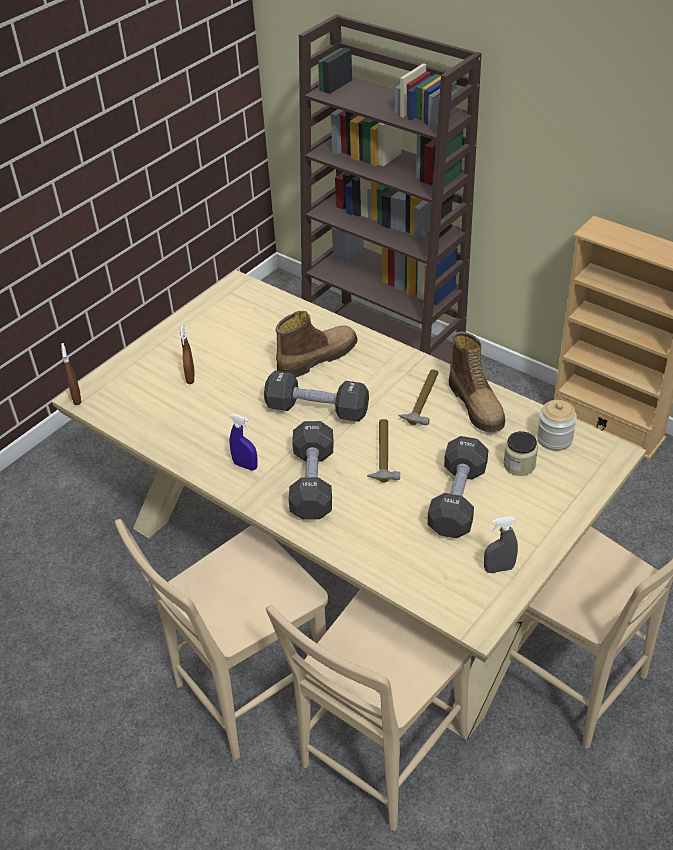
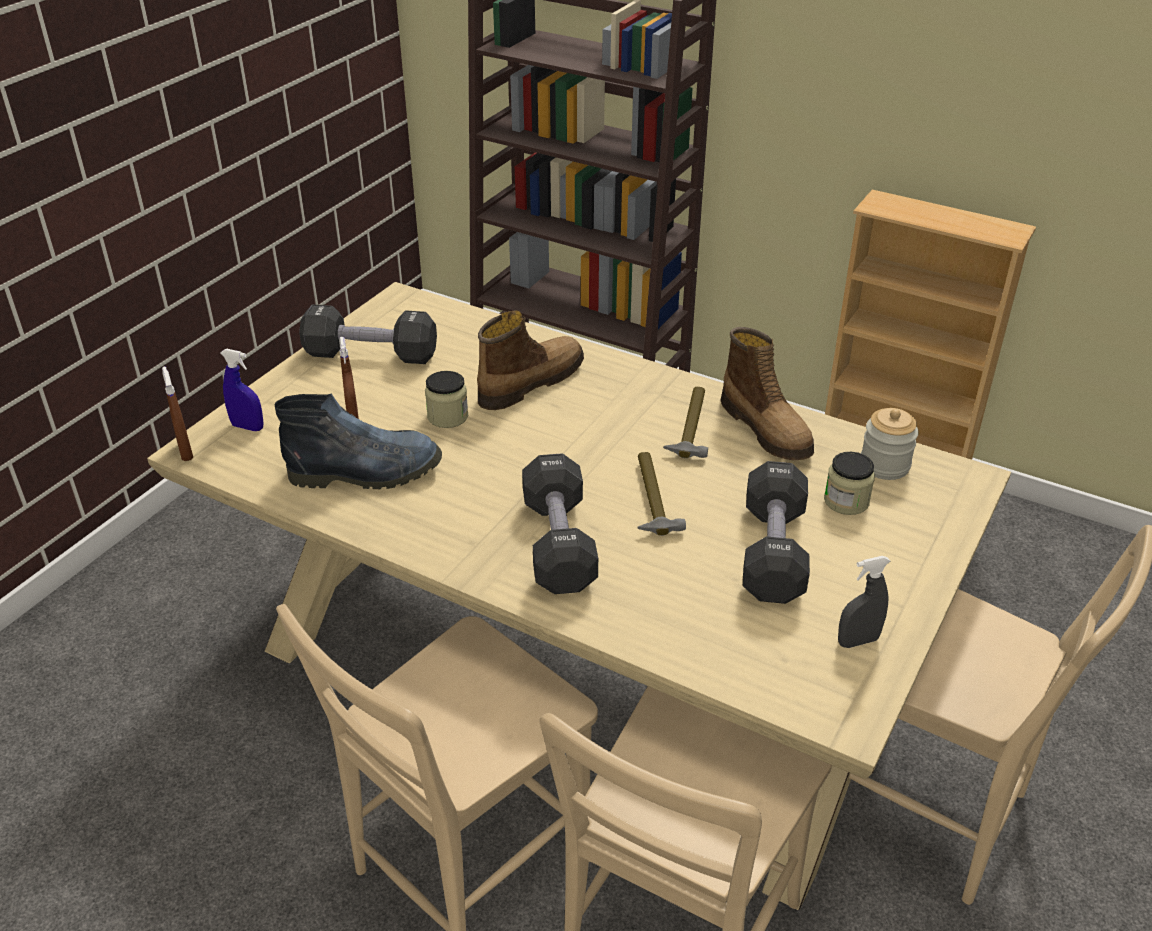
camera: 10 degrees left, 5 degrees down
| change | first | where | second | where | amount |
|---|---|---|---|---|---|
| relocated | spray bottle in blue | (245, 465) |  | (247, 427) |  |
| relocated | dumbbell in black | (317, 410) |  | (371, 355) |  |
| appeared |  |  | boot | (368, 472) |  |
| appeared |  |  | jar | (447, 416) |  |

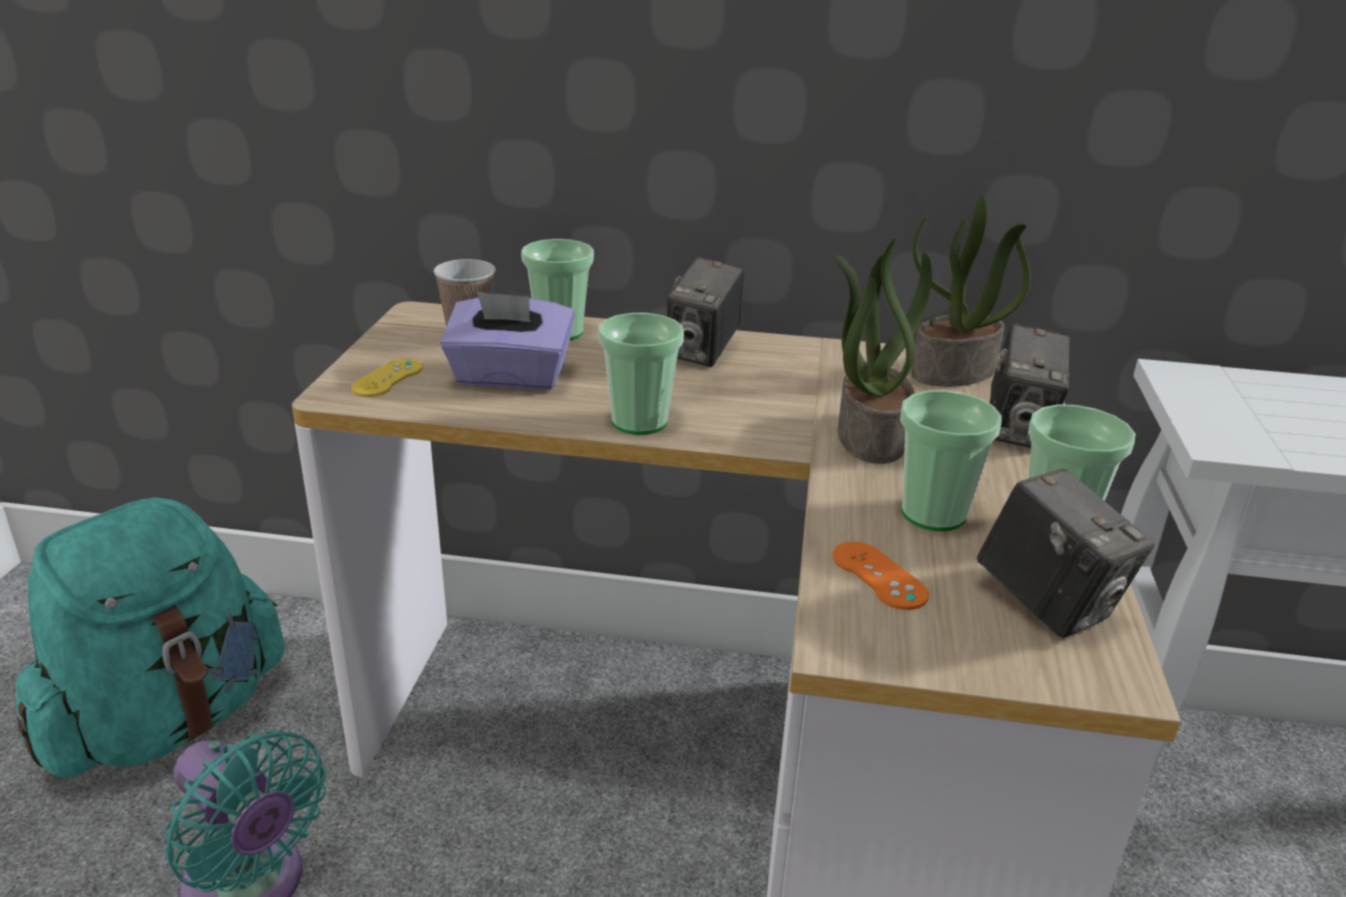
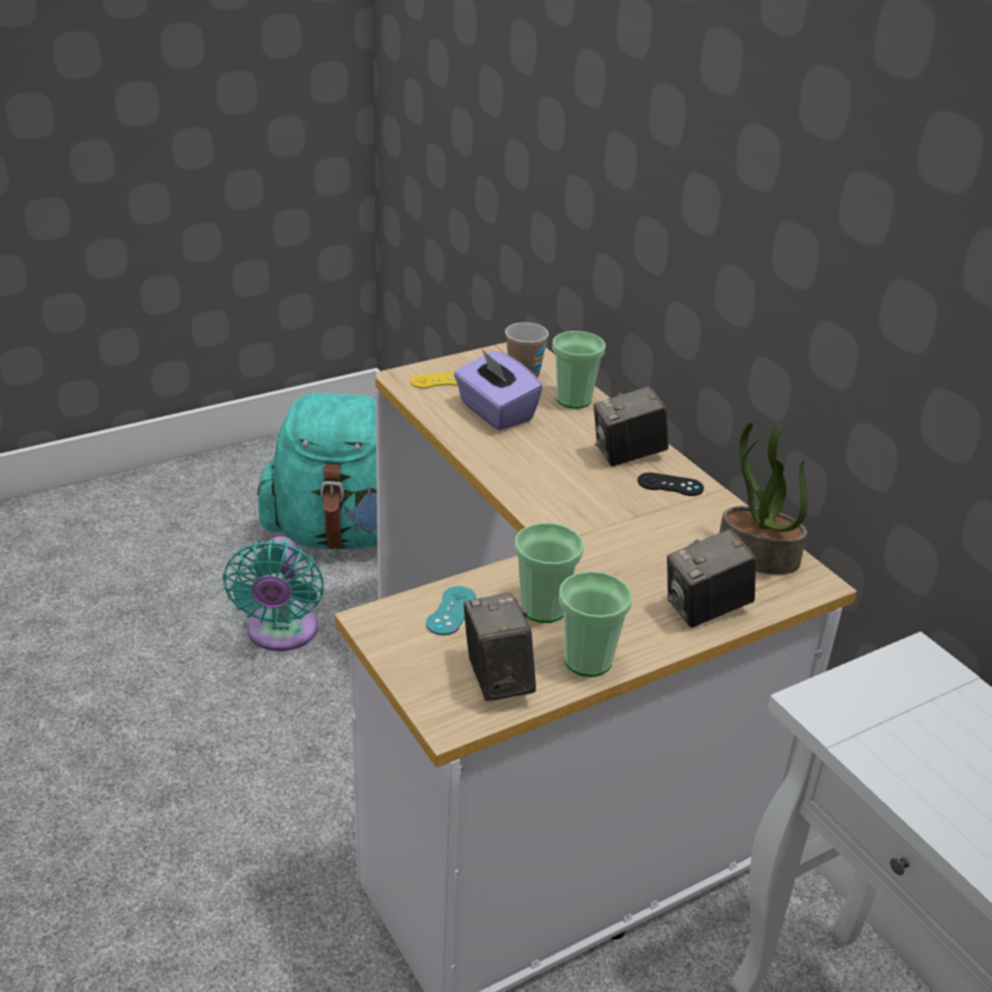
camera: 50 degrees right, 5 degrees up
| change | first | where | second | where | amount |
|---|---|---|---|---|---|
| missing | cup | (639, 422) |  |  |  |
| colour | game controller in orange | (879, 576) | game controller in turquoise | (451, 611) |  |
| missing | potted plant | (870, 436) |  |  |  |
| spun | photo camera | (1048, 604) |  | (497, 679) | 150 degrees clockwise |
| appeared |  |  | game controller in black | (670, 485) |  |

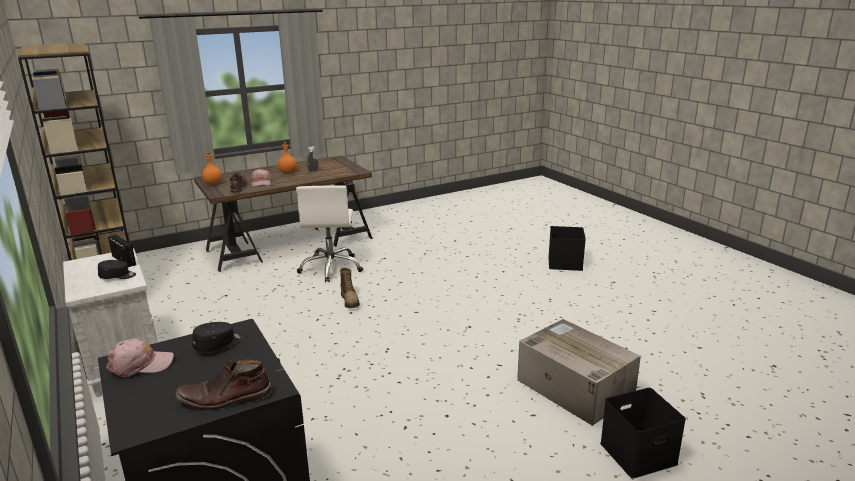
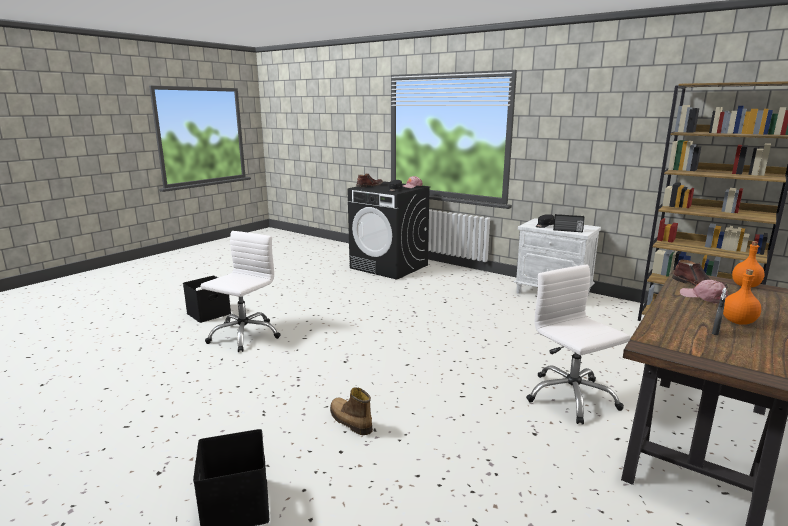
camera: 155 degrees right, 5 degrees down
| change | first | where | second | where | amount |
|---|---|---|---|---|---|
| relocated | boot | (350, 301) |  | (349, 421) |  |
| exchanged | cardboard box | (573, 387) | office chair in white | (244, 335) |  |

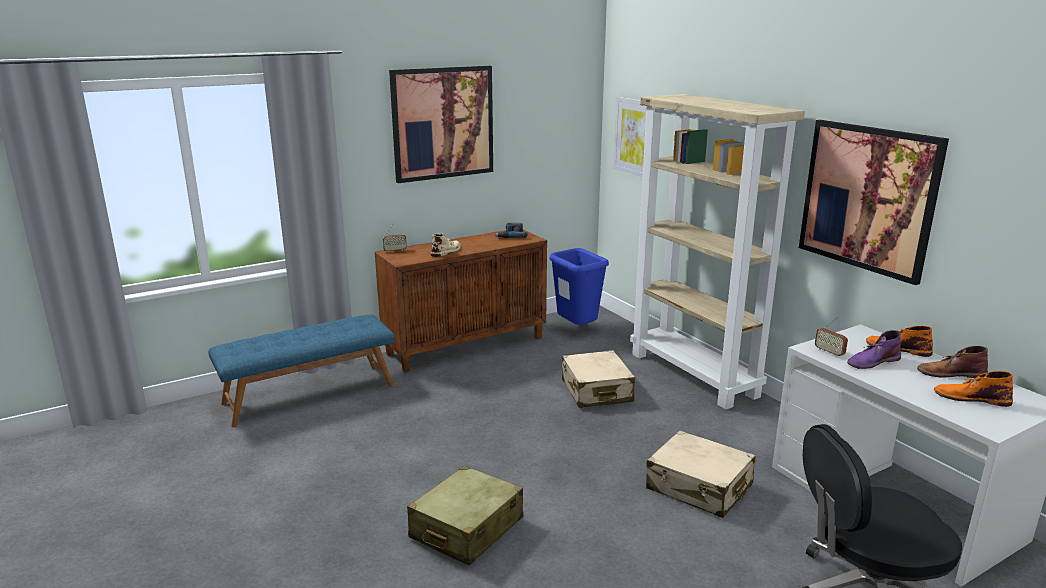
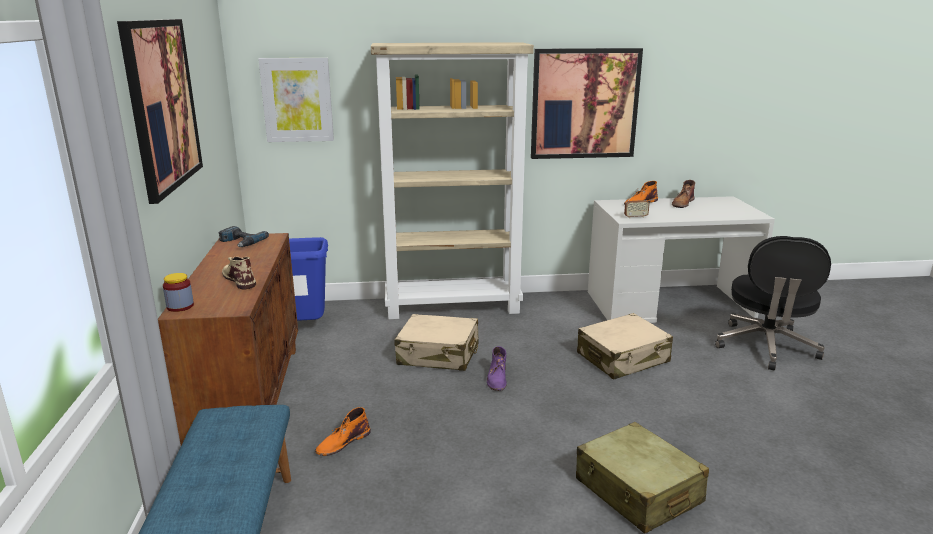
camera: 65 degrees left, 0 degrees up
| change | first | where | second | where | amount |
|---|---|---|---|---|---|
| exchanged | radio | (395, 250) | jar | (180, 306) |  |
| relocated | boot in purple | (872, 361) |  | (497, 378) |  |
| relocated | boot in orange | (970, 398) |  | (342, 442) |  |

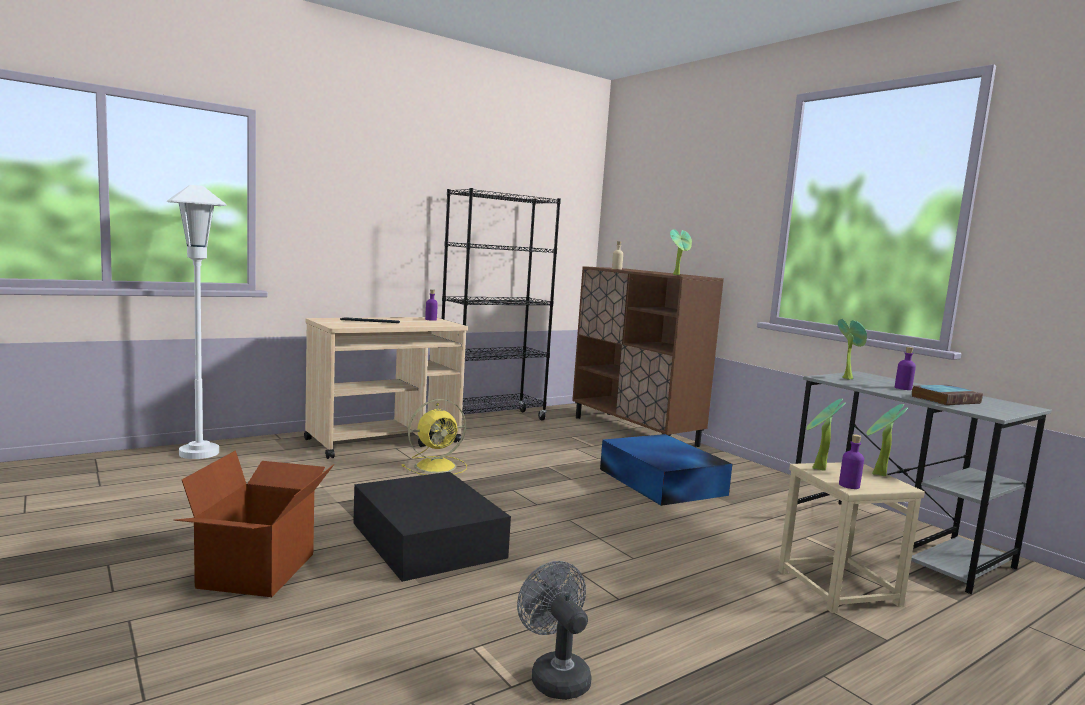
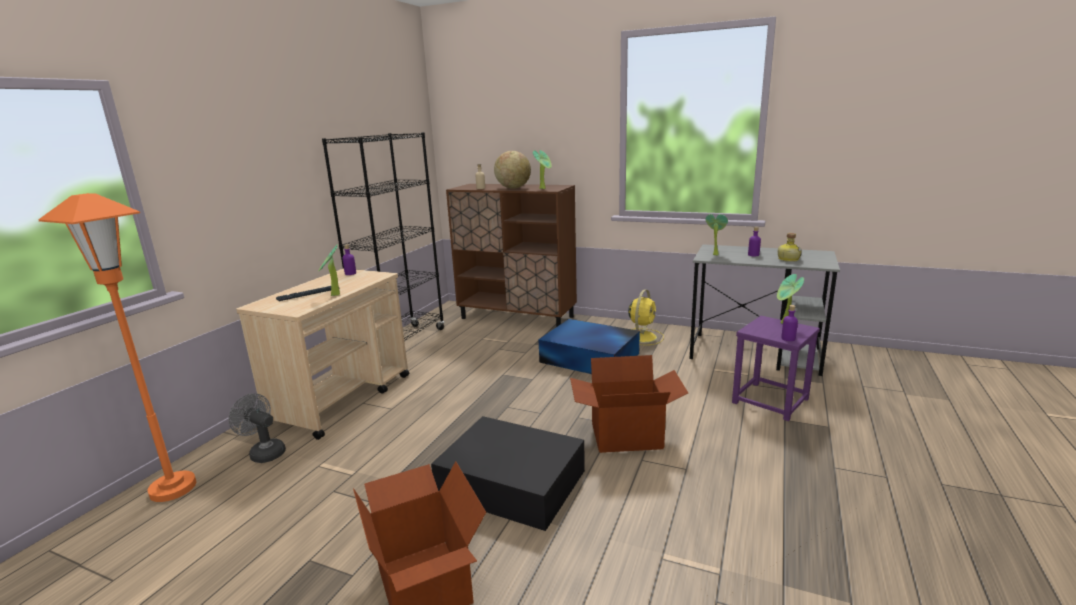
camera: 30 degrees left, 10 degrees up
| change | first | where | second | where | amount |
|---|---|---|---|---|---|
| colour | floor lamp in white | (199, 453) | floor lamp in orange | (173, 488) |  |
| relocated | fan in yellow | (437, 466) |  | (642, 336) |  |
| relocated | fan in grey | (555, 675) |  | (264, 452) |  |
| colour | stool in beige | (837, 587) | stool in purple | (769, 401) |  |
| relocated | potted plant | (817, 469) |  | (334, 295) |  |
| exchanged | book | (945, 399) | bottle | (788, 259) |  |
| appeared |  |  | globe | (513, 188) |  |
| appeared |  |  | cardboard box | (626, 437) |  |

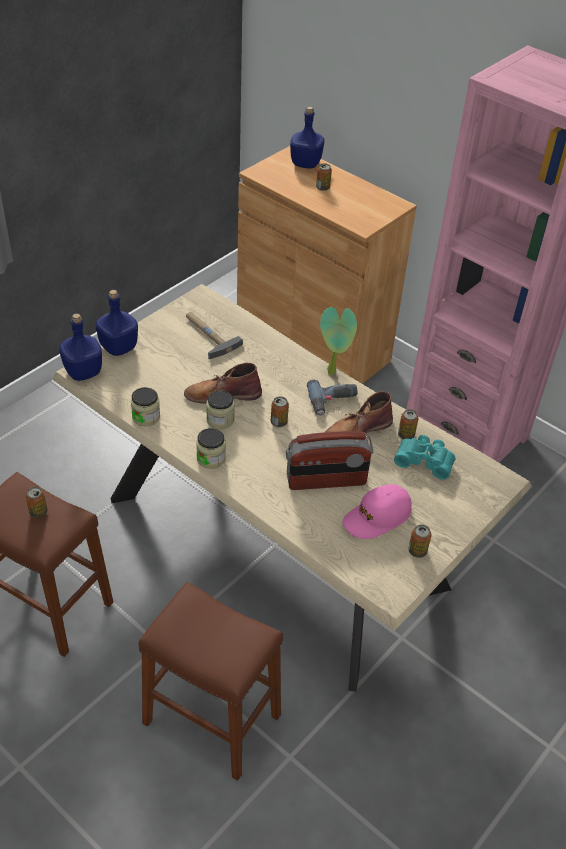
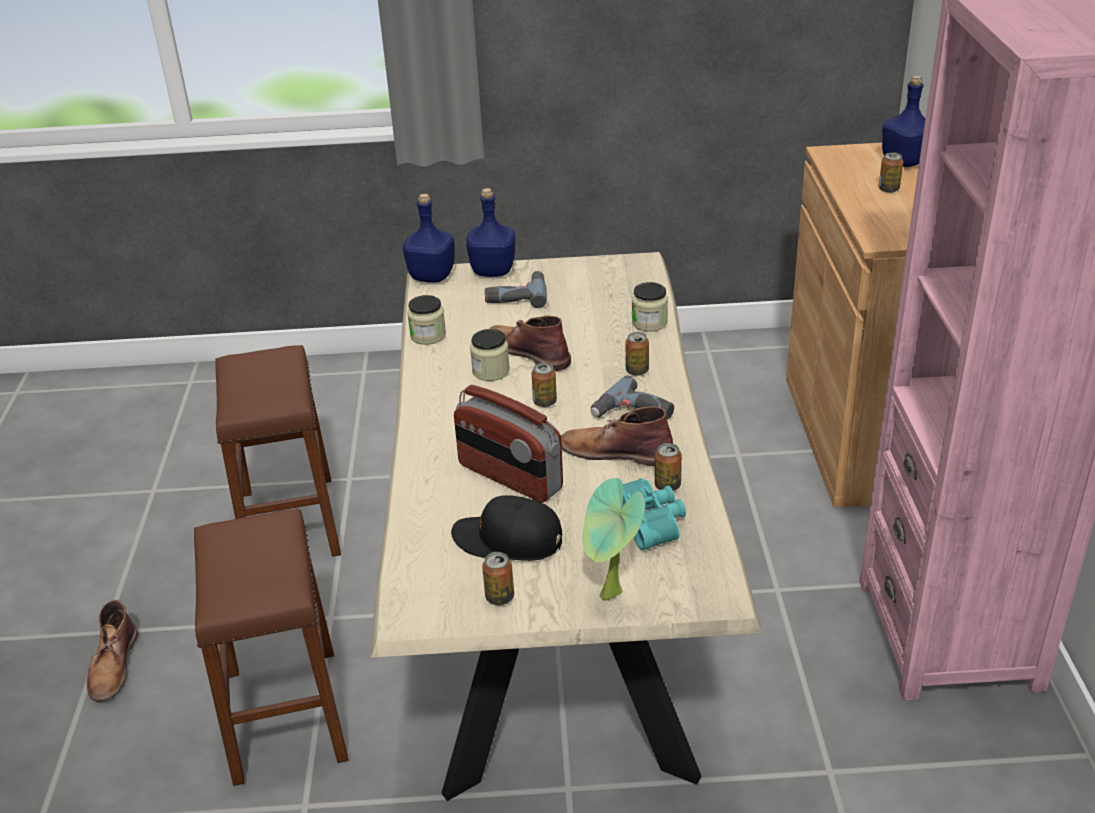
camera: 50 degrees right, 10 degrees down
| change | first | where | second | where | amount |
|---|---|---|---|---|---|
| relocated | can | (38, 512) |  | (637, 371) |  |
| missing | hammer | (207, 335) |  |  |  |
| relocated | jar | (211, 458) |  | (649, 322) |  |
| relocated | potted plant | (333, 372) |  | (611, 597) |  |
| colour | cap in pink | (377, 517) | cap in black | (508, 540) |  |
| appeared |  |  | boot in brown | (113, 665) |  |
| appeared |  |  | power drill | (516, 295) |  |

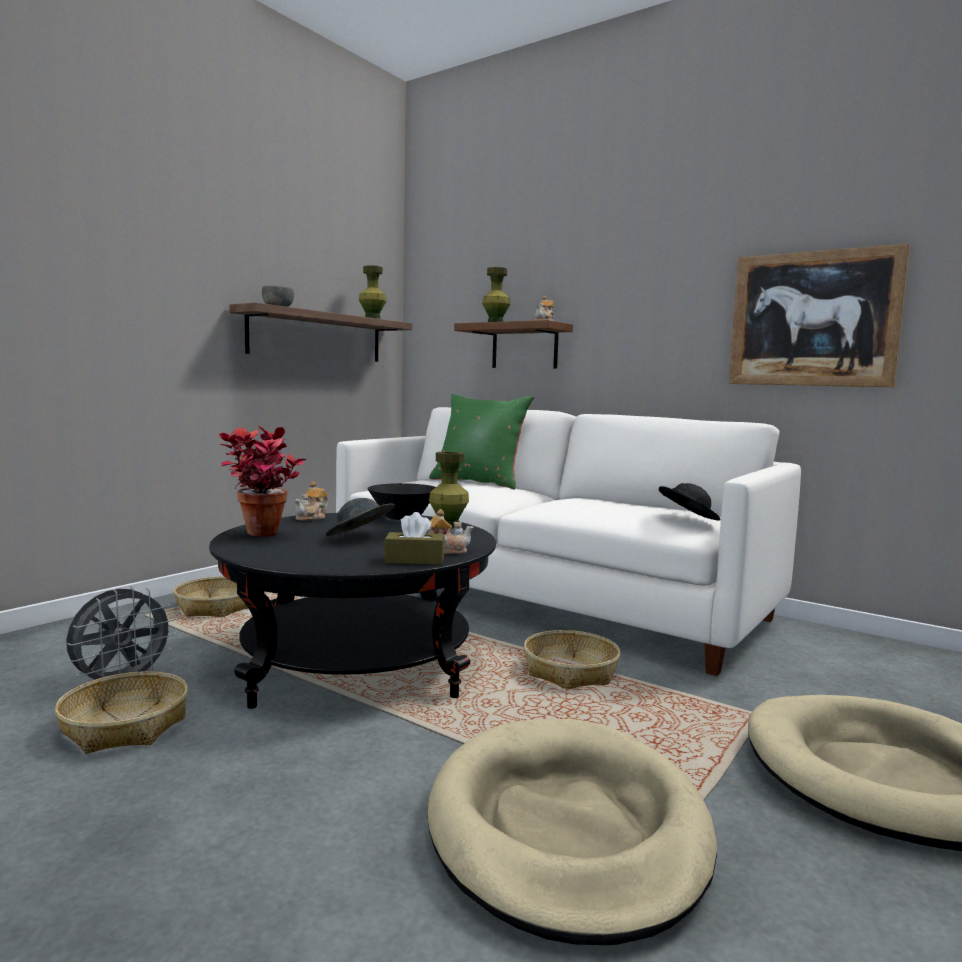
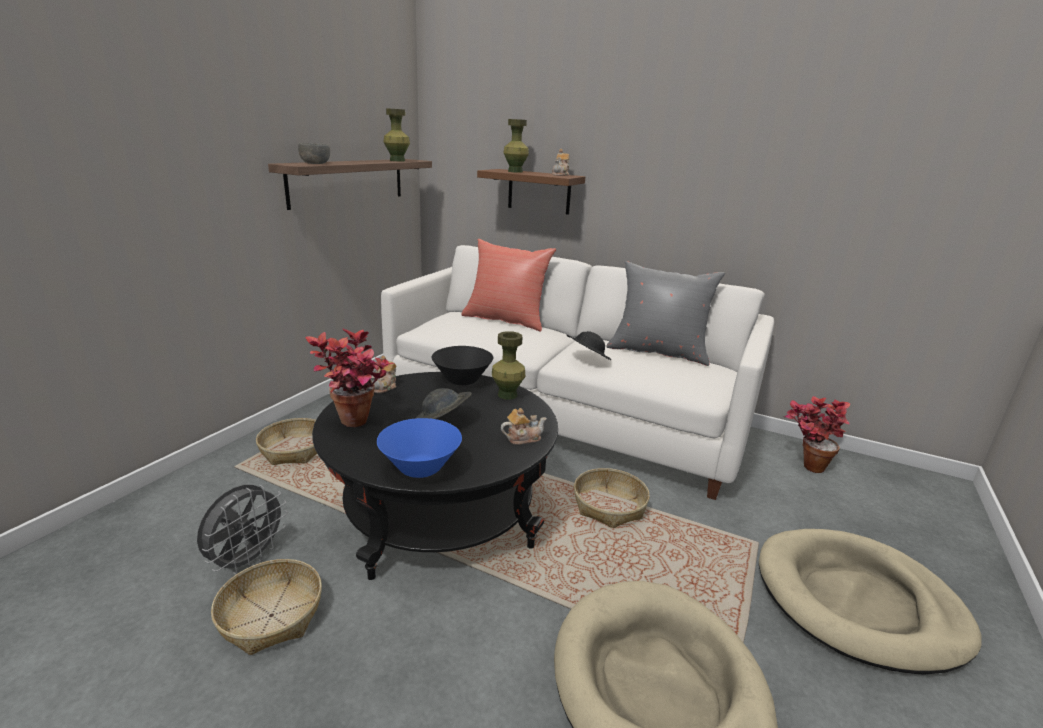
camera: 10 degrees left, 15 degrees up
| change | first | where | second | where | amount |
|---|---|---|---|---|---|
| missing | tissue box in brown | (414, 560) |  |  |  |
| colour | pillow in green | (479, 482) | pillow in red | (506, 320) |  |
| relocated | hat in black | (687, 520) |  | (587, 359) |  |
| missing | picture | (813, 319) |  |  |  |
| appeared |  |  | bowl in blue | (420, 468) |  |
| appeared |  |  | pillow in grey | (658, 352) |  |
| appeared |  |  | potted plant | (805, 465) |  |

